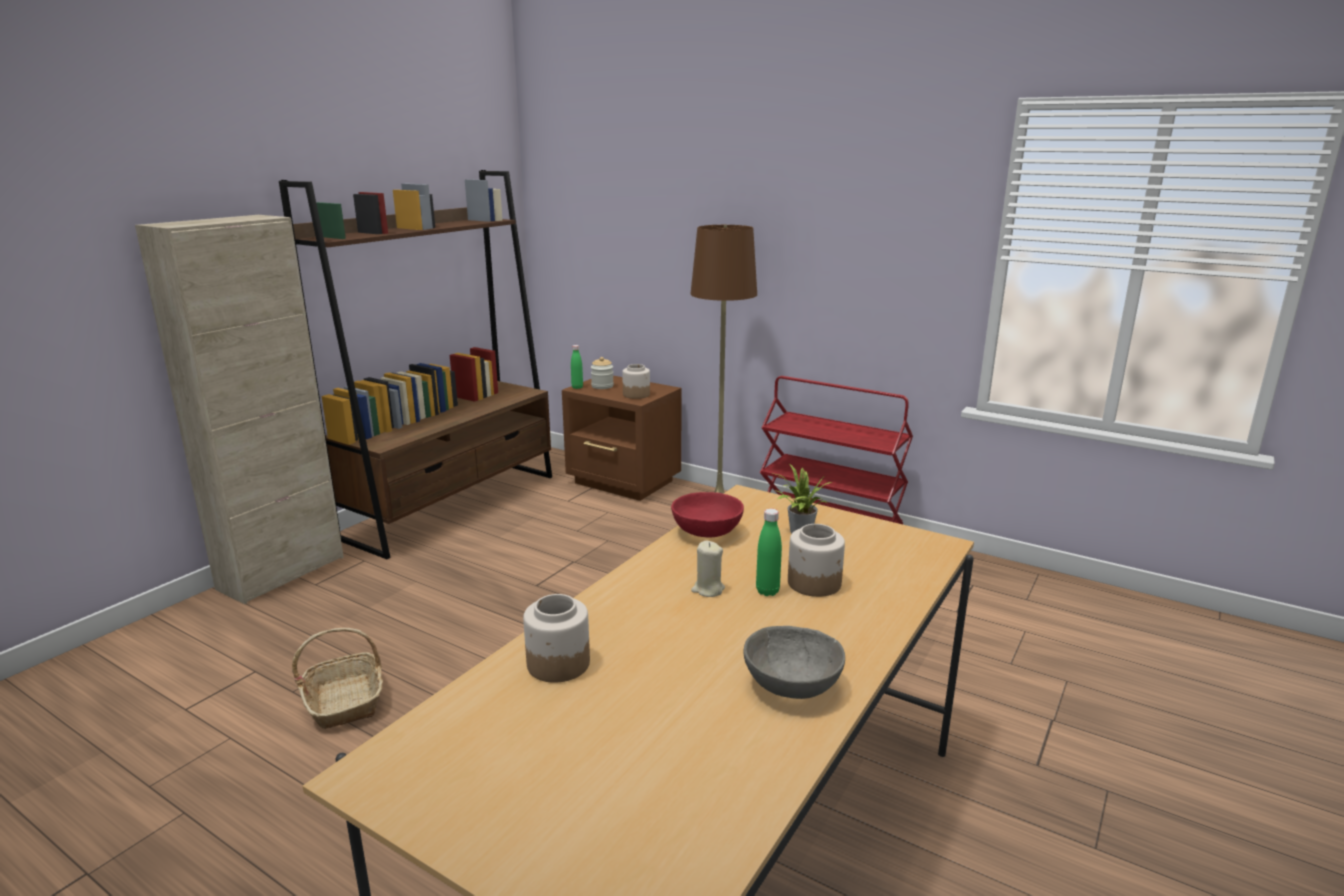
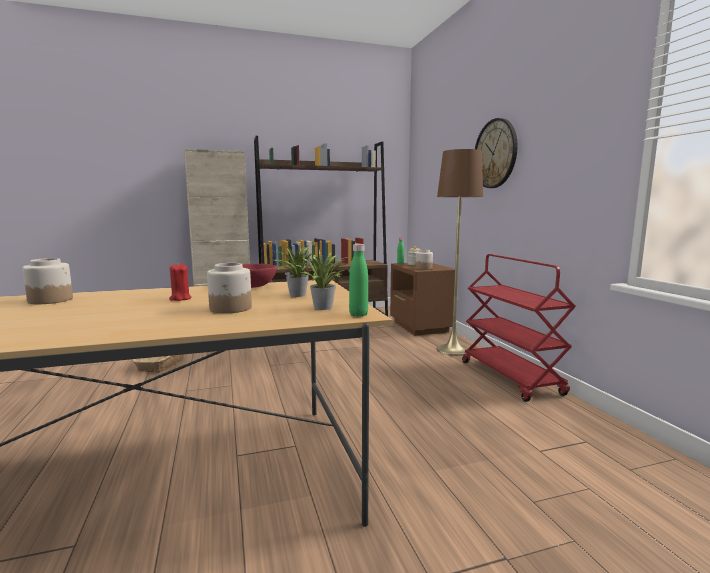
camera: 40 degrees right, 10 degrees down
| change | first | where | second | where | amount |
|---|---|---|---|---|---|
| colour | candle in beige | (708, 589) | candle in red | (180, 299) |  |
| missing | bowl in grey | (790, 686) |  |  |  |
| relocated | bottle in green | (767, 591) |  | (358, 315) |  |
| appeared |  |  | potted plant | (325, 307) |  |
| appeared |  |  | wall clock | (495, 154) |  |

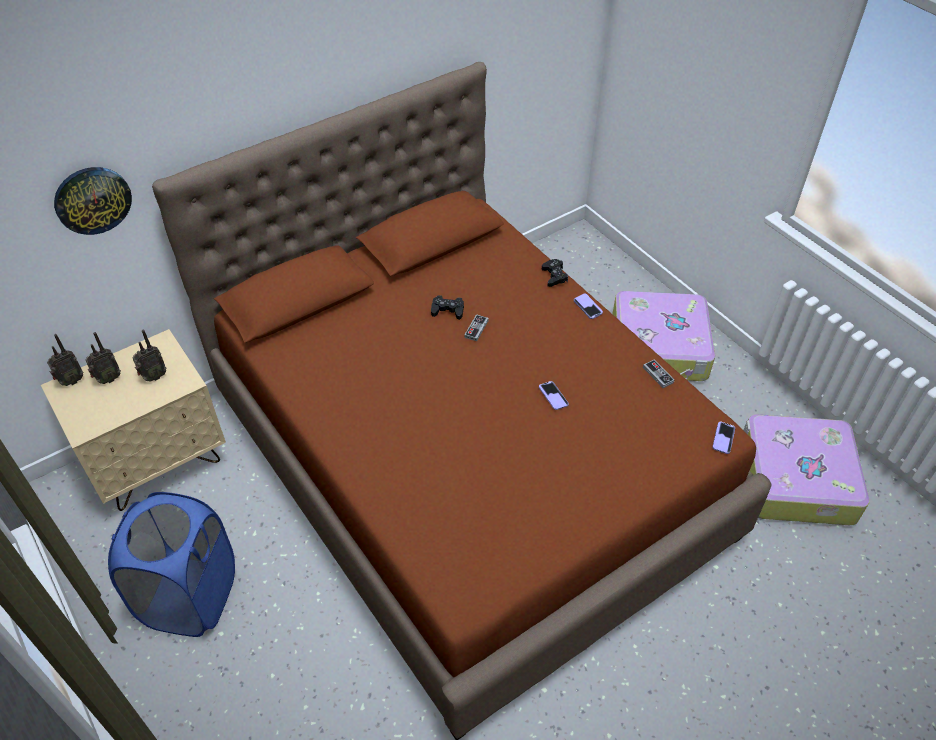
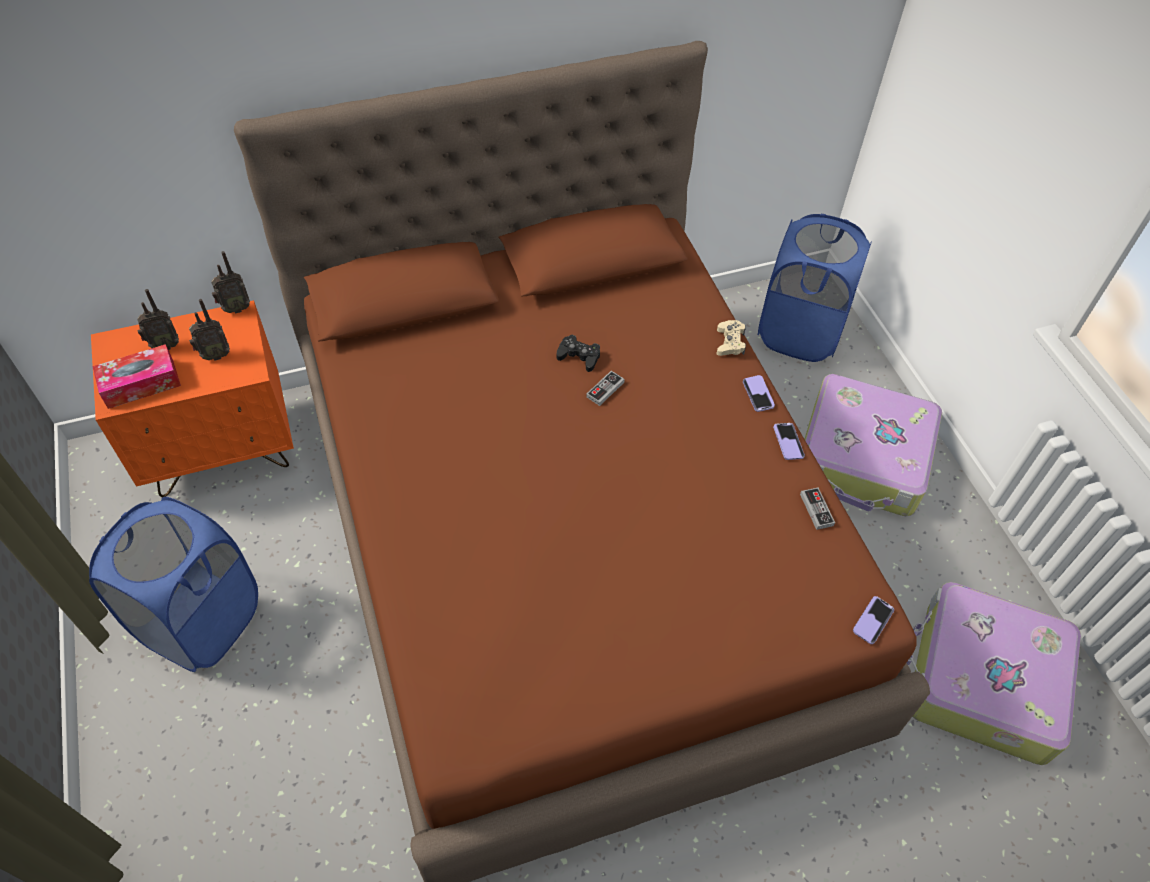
camera: 15 degrees right, 5 degrees up
| change | first | where | second | where | amount |
|---|---|---|---|---|---|
| colour | nightstand in beige | (158, 462) | nightstand in orange | (222, 450) |  |
| relocated | radio | (71, 381) |  | (235, 308) |  |
| missing | wall clock | (92, 200) |  |  |  |
| relocated | phone | (553, 396) |  | (788, 442) |  |
| colour | game controller in black | (554, 276) | game controller in beige | (730, 342) |  |
| appeared |  |  | tissue box | (141, 384) |  |
| appeared |  |  | laundry basket in blue | (800, 332) |  |

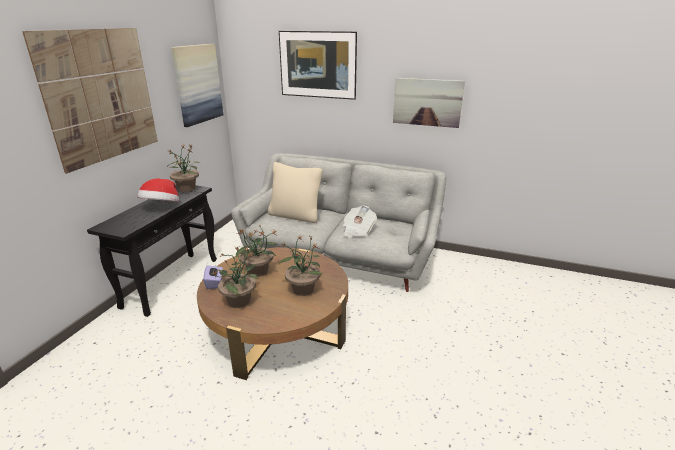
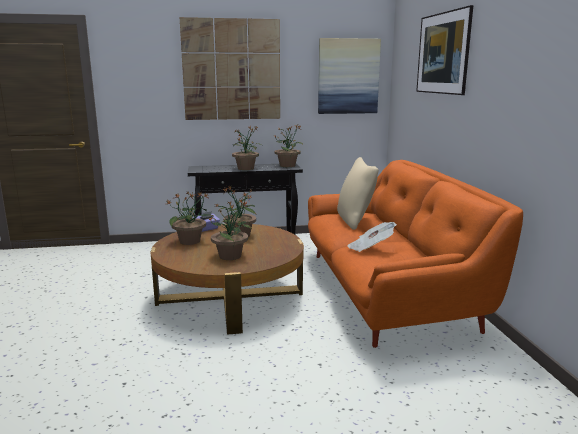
camera: 60 degrees right, 10 degrees down
| change | first | where | second | where | amount |
|---|---|---|---|---|---|
| exchanged | hat | (162, 206) | potted plant | (246, 168) |  |
| colour | sofa in grey | (340, 256) | sofa in orange | (386, 290) |  |
| missing | picture | (427, 102) |  |  |  |

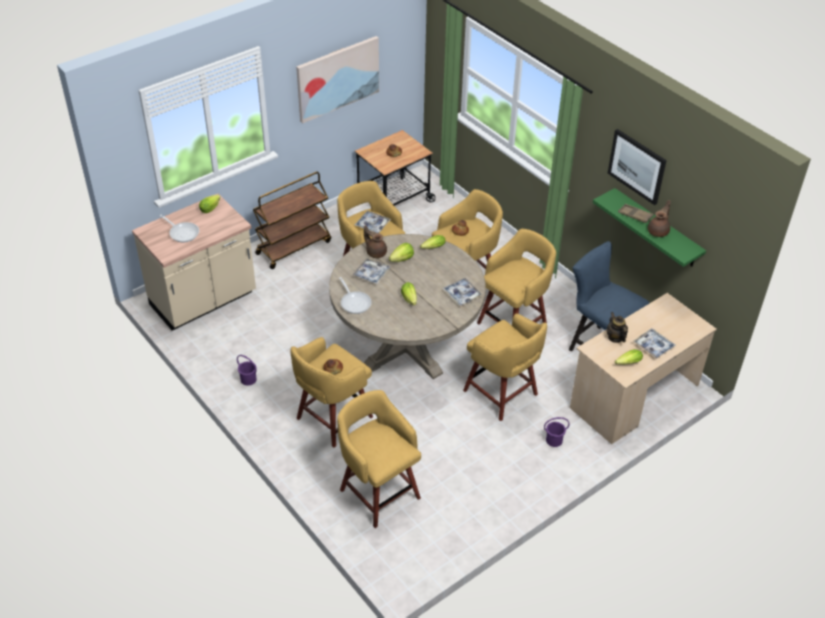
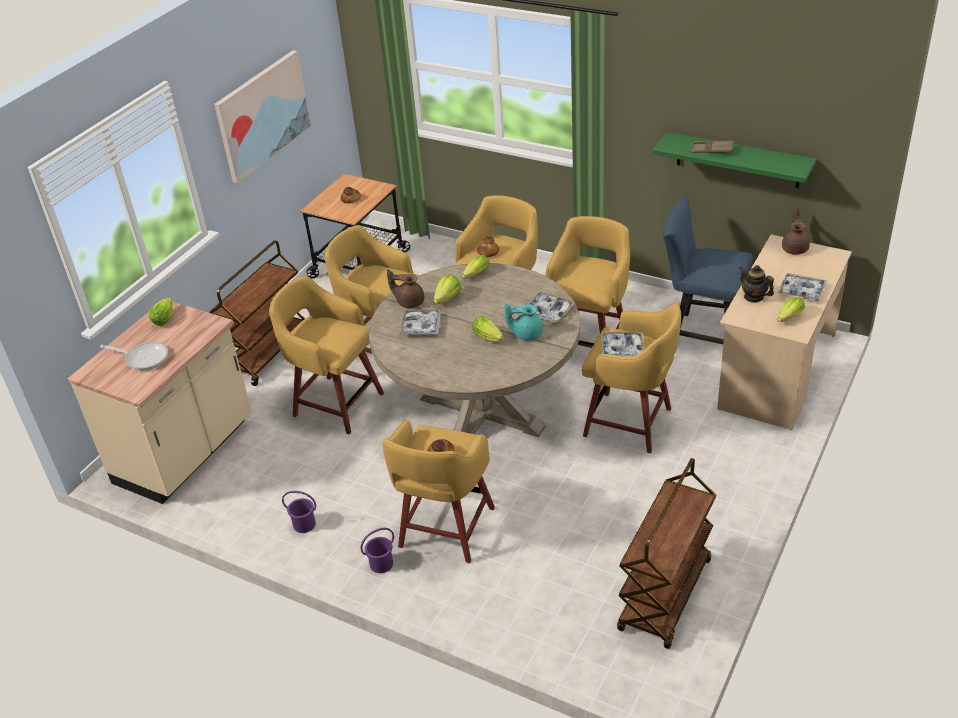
camera: 20 degrees left, 5 degrees down
| change | first | where | second | where | amount |
|---|---|---|---|---|---|
| relocated | stool in yellow | (378, 492) |  | (336, 403) |  |
| missing | frying pan | (355, 302) |  |  |  |
| relocated | tray | (372, 225) |  | (622, 349) |  |
| relocated | bucket in purple | (554, 440) |  | (381, 564) |  |
| missing | picture | (637, 166) |  |  |  |
| relocated | teapot in brown | (658, 231) |  | (795, 248) |  |
| appeared |  |  | teapot in turquoise | (526, 334) |  |
| appeared |  |  | cart in brown | (666, 596) |  |

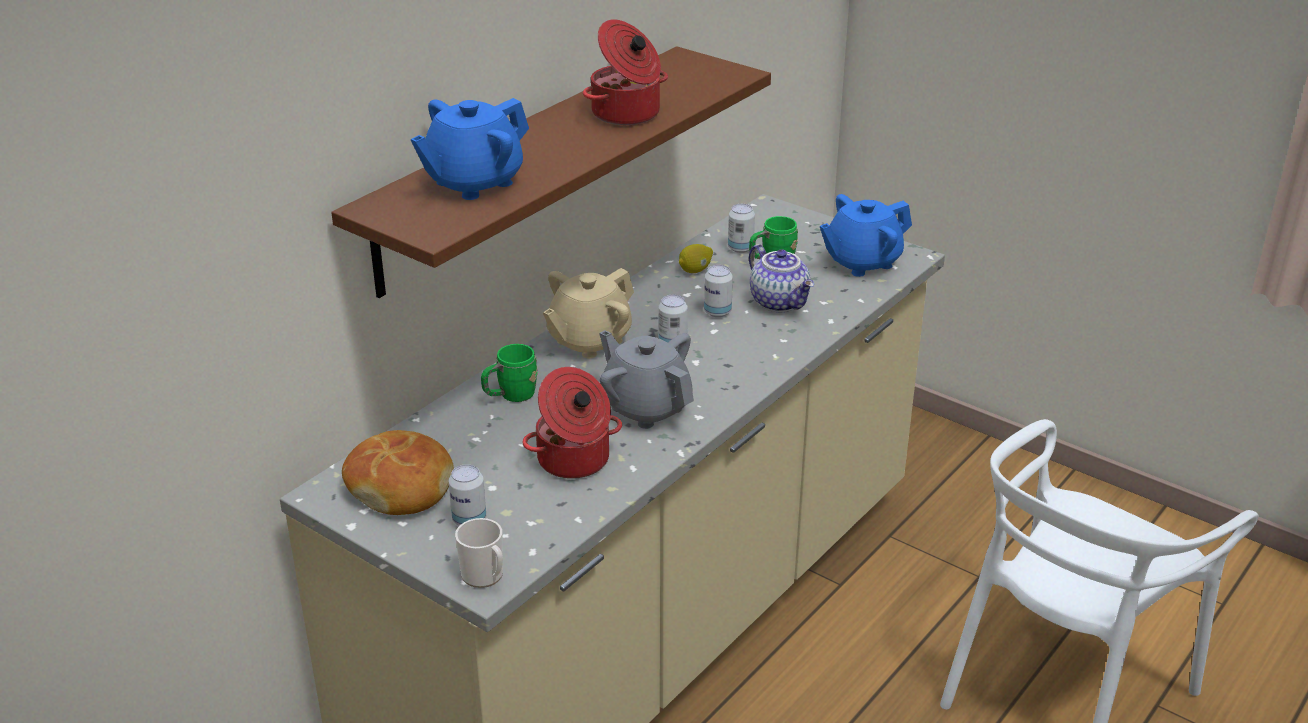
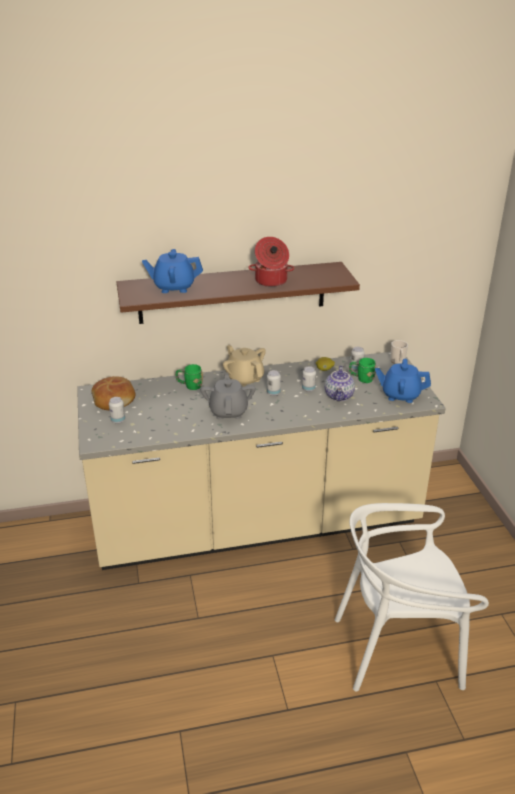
camera: 40 degrees right, 0 degrees up
| change | first | where | second | where | amount |
|---|---|---|---|---|---|
| relocated | mug | (485, 576) |  | (398, 361) |  |
| missing | cooking pot | (574, 460) |  |  |  |
| spun | teapot in beige | (588, 341) |  | (244, 379) | 60 degrees clockwise |

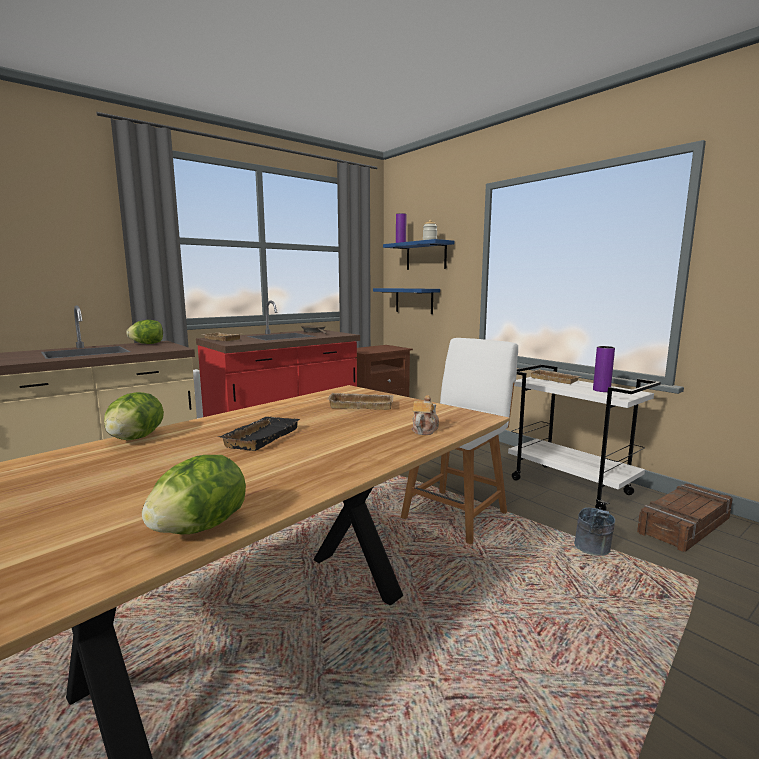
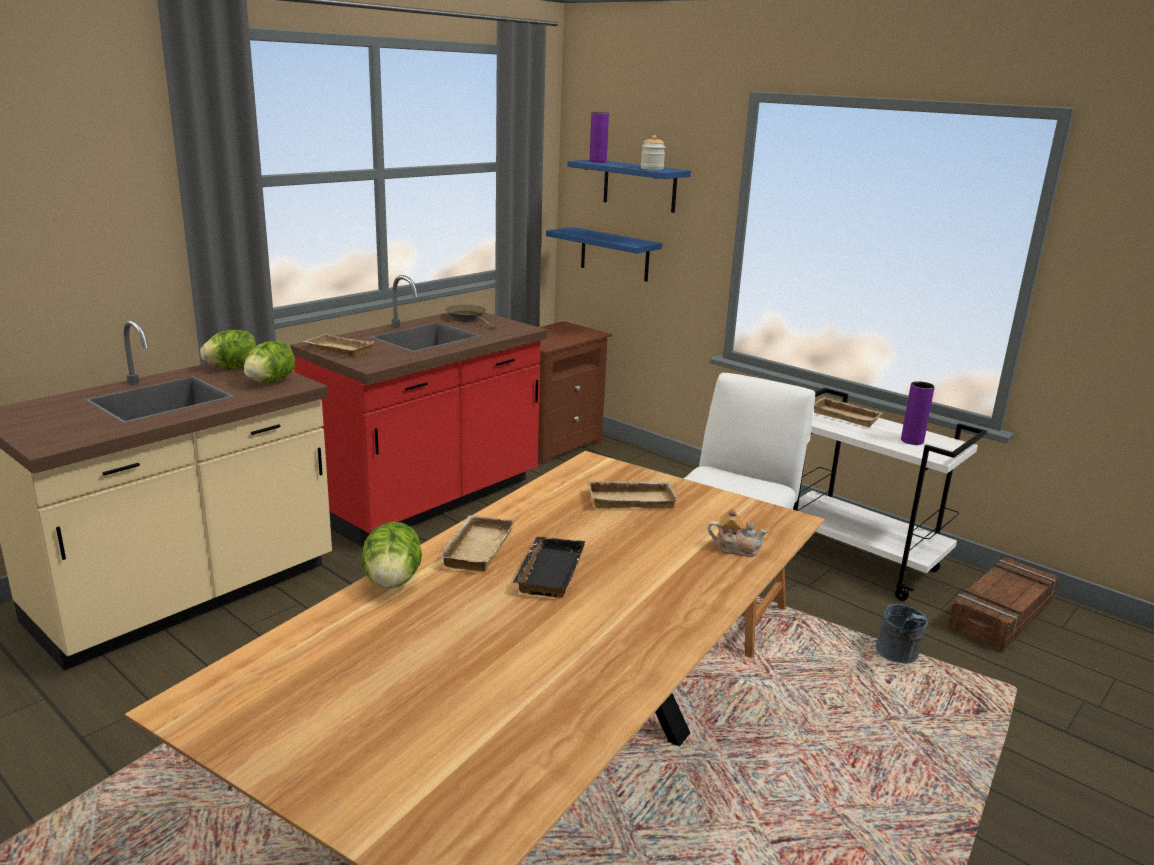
camera: 10 degrees left, 10 degrees up
| change | first | where | second | where | amount |
|---|---|---|---|---|---|
| relocated | lettuce | (200, 528) |  | (270, 382) |  |
| spun | teapot | (424, 430) |  | (735, 548) | 90 degrees clockwise |
| appeared |  |  | tray in beige | (475, 548) |  |

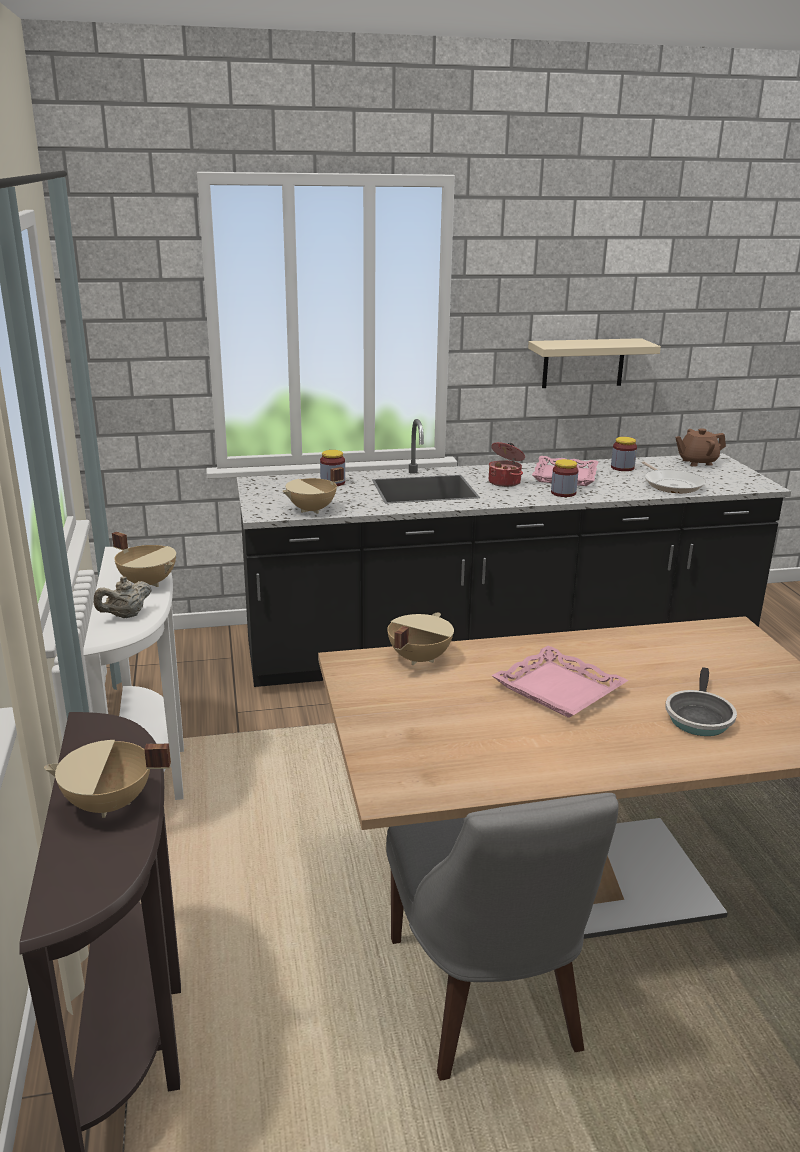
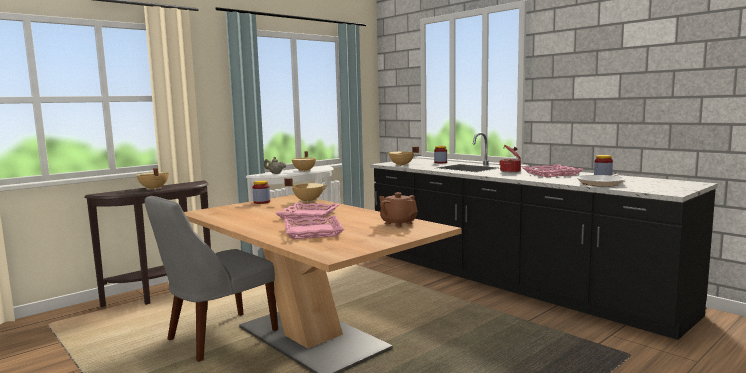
camera: 60 degrees right, 15 degrees down
| change | first | where | second | where | amount |
|---|---|---|---|---|---|
| missing | shelf in beige | (583, 363) |  |  |  |
| relocated | jar | (563, 493) |  | (261, 202) |  |
| exchanged | frying pan | (698, 717) | tray in pink | (312, 232) |  |
| relocated | teapot in brown | (697, 462) |  | (398, 223) |  |

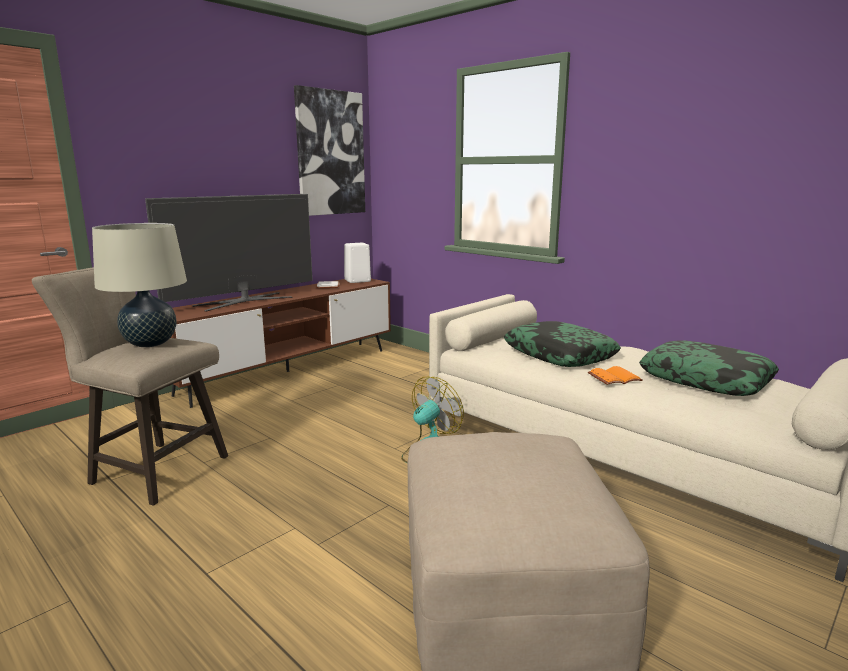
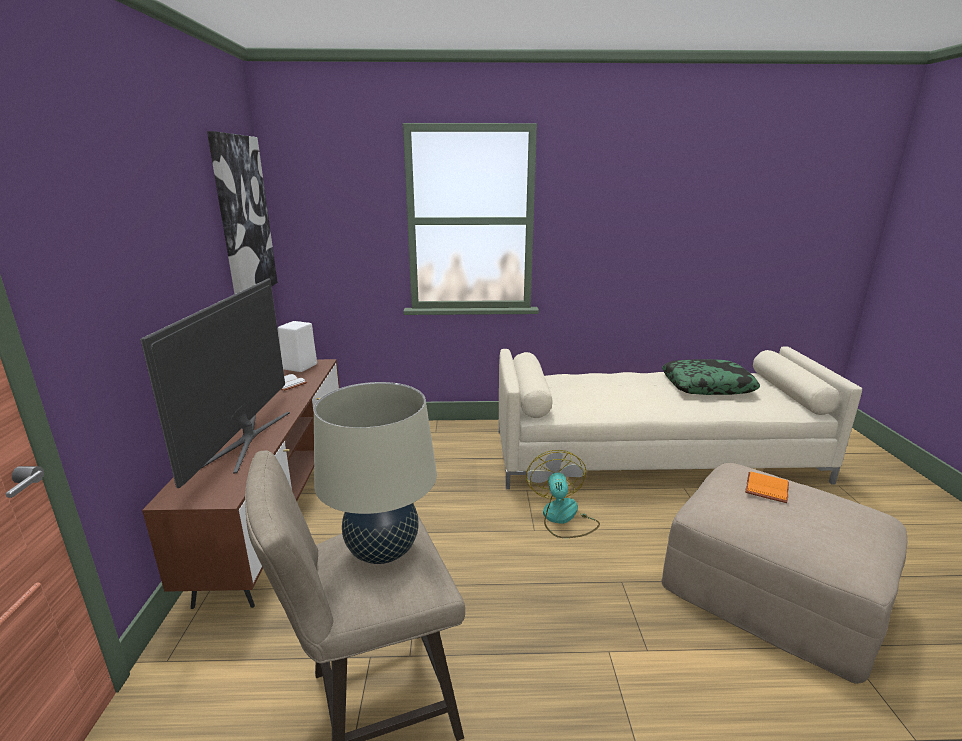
camera: 45 degrees left, 5 degrees up
| change | first | where | second | where | amount |
|---|---|---|---|---|---|
| missing | pillow | (558, 354) |  |  |  |
| relocated | book in orange | (614, 377) |  | (765, 487) |  |

